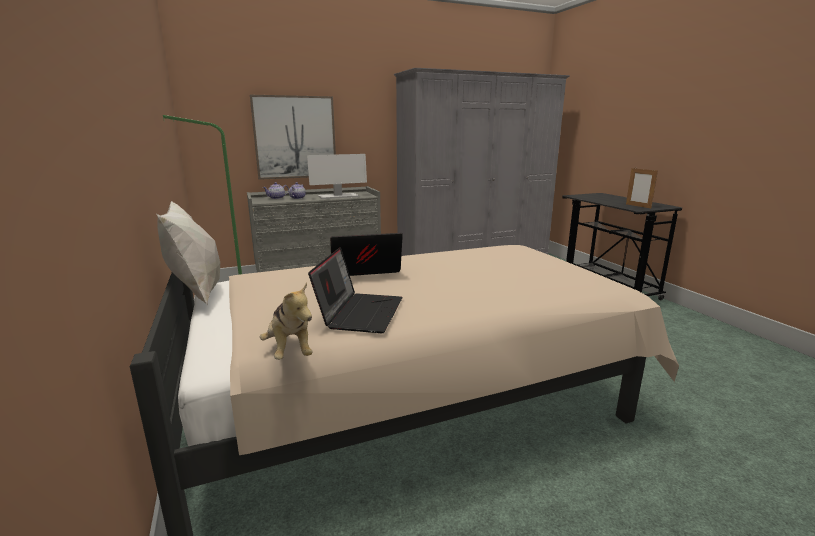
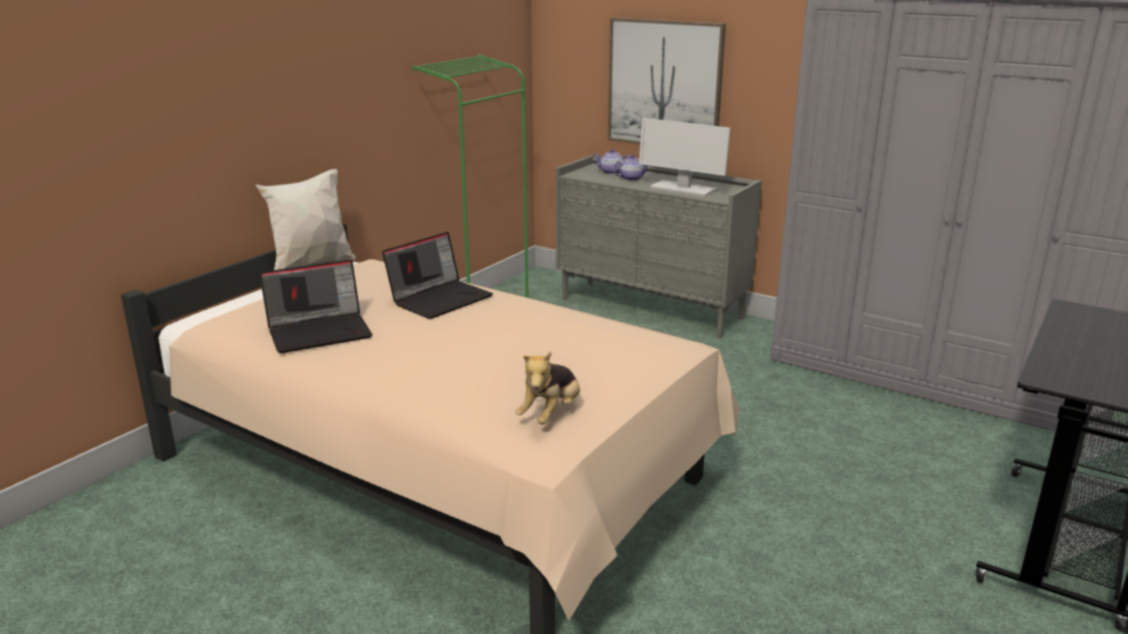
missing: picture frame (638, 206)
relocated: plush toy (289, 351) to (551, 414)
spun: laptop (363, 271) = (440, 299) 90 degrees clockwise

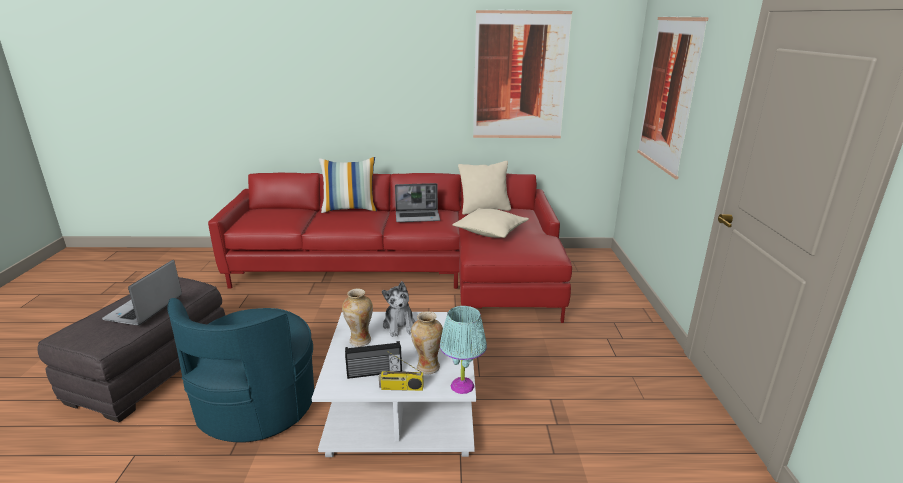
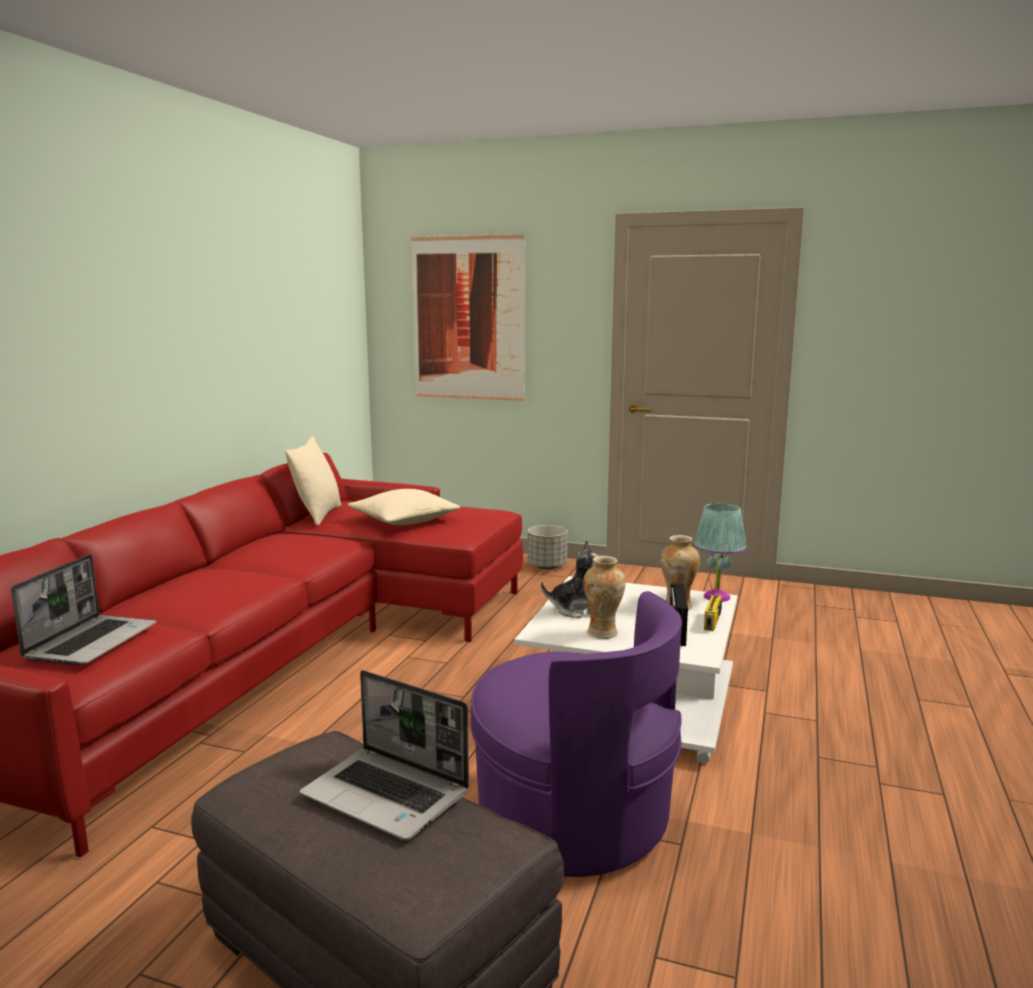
missing: pillow (350, 209); picture (520, 76)
appeared: grey planter (547, 566)
relocated: laptop (418, 217) to (92, 641)
colour: turquoise armchair (257, 405) to purple armchair (572, 817)

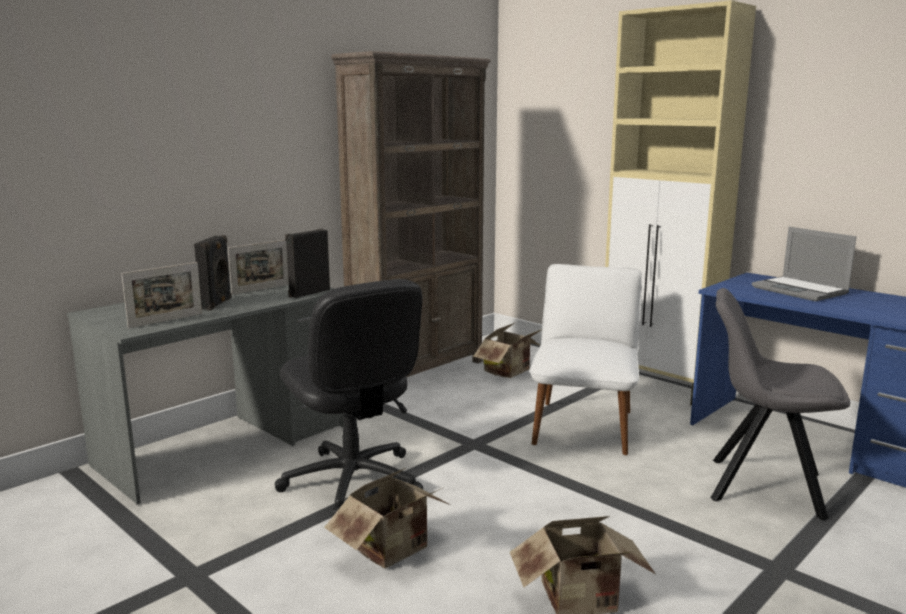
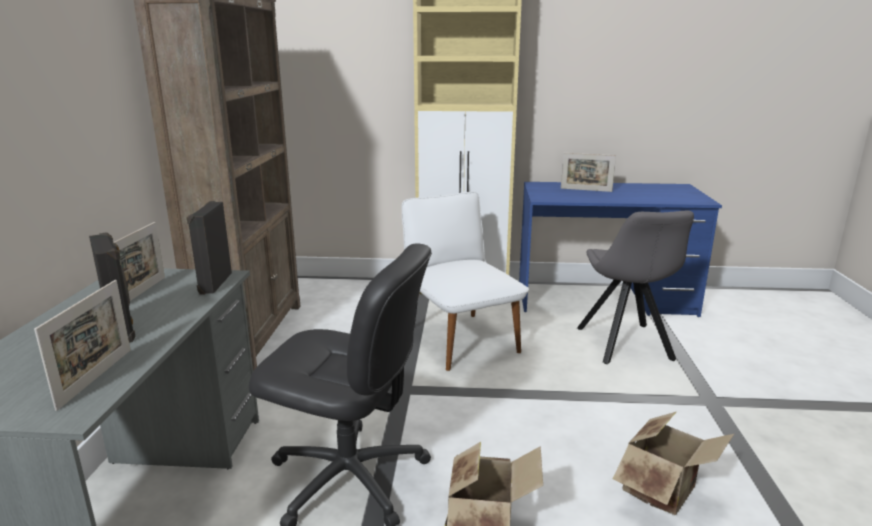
missing: cardboard box (510, 372)
exchanged: laptop (801, 291) to picture frame (586, 190)
spun: grey chair (764, 487) = (625, 344) 75 degrees counterclockwise

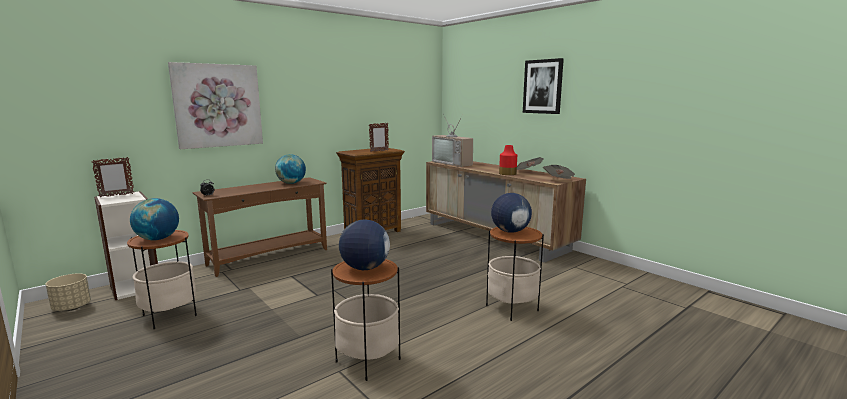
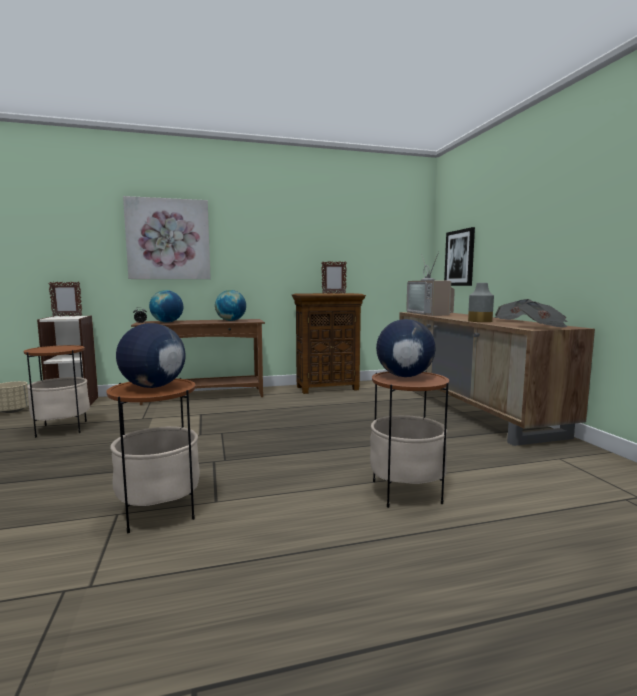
relocated: globe (158, 239) to (167, 322); picture (543, 86) to (460, 258)
colour: red vase (507, 173) to grey vase (479, 321)

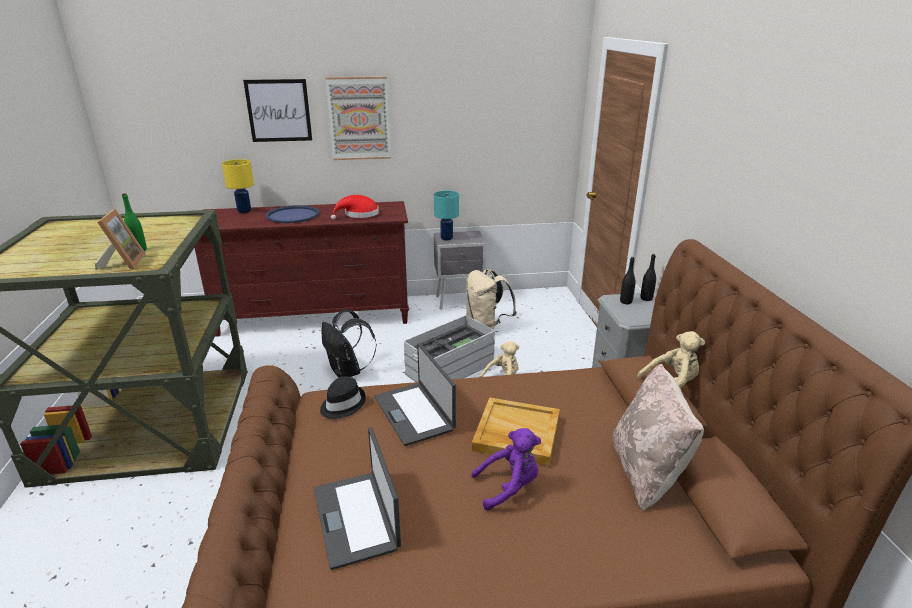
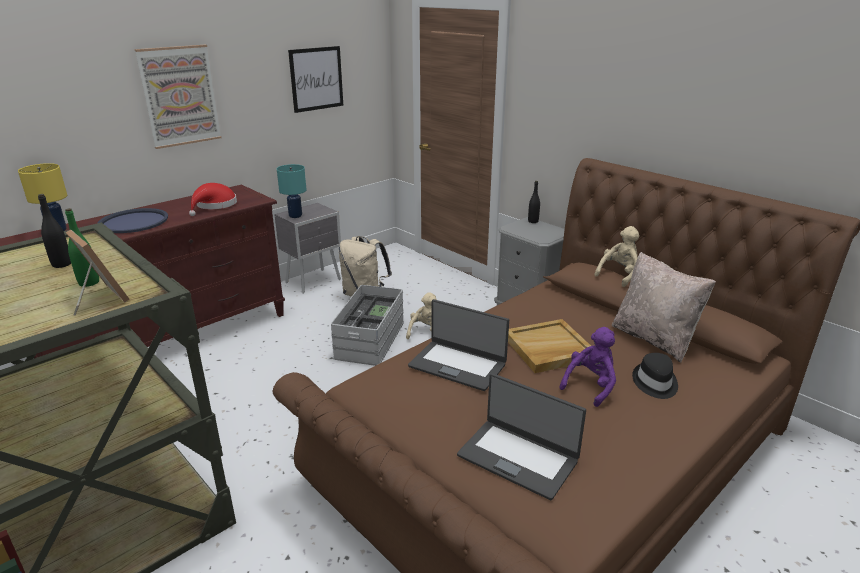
missing: black backpack (348, 372)
relocated: picture (279, 110) to (316, 79); black hat (342, 404) to (654, 383); black bottle (626, 302) to (62, 264)

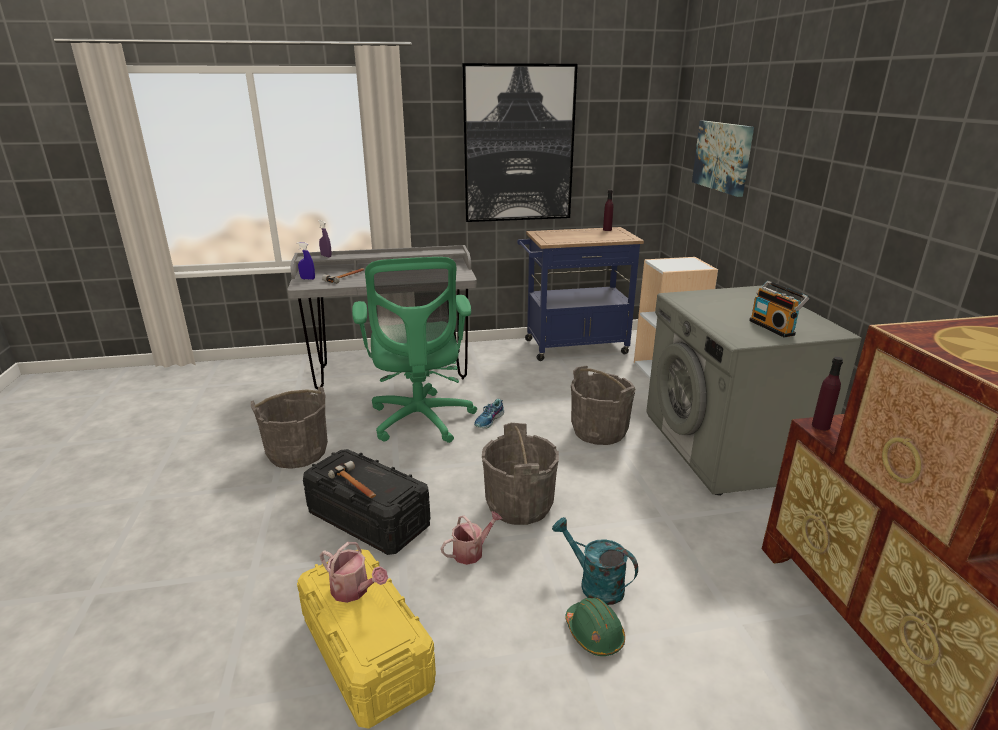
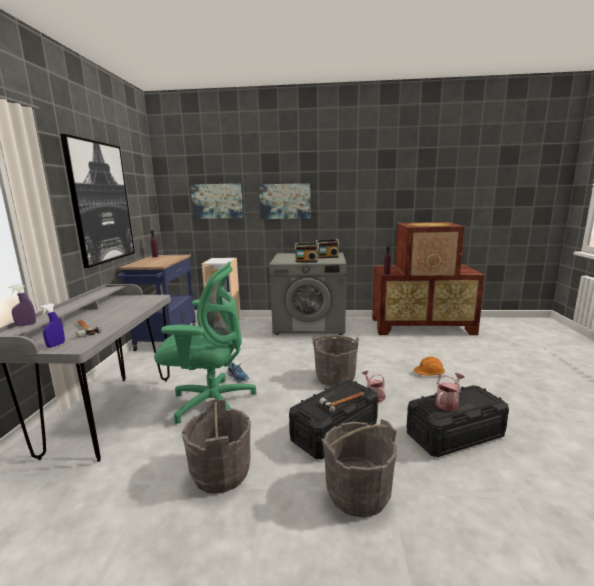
missing: turquoise watering can (594, 584)
appeared: picture (285, 201); radio (306, 261)
relocated: grey bucket (599, 431) to (358, 492)
colour: yellow storage box (366, 653) to black storage box (455, 435); green hard hat (594, 634) to orange hard hat (429, 373)

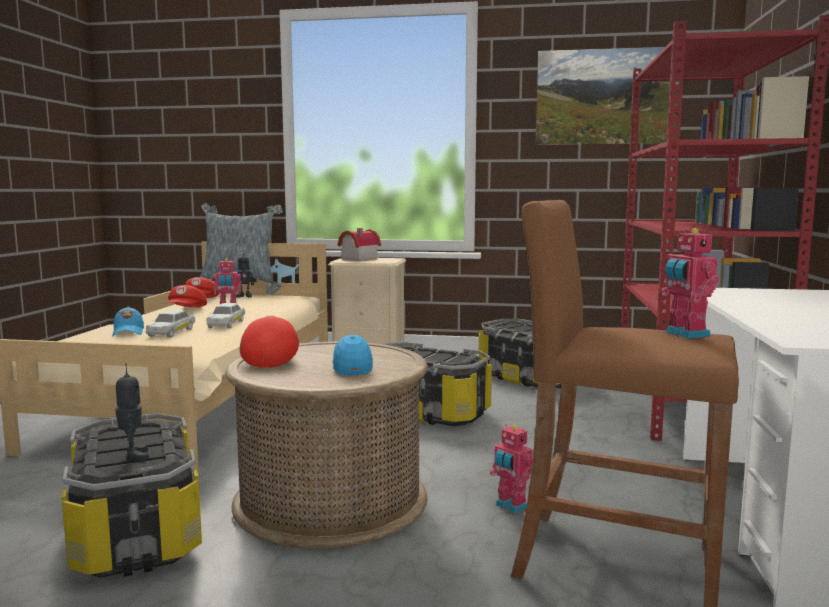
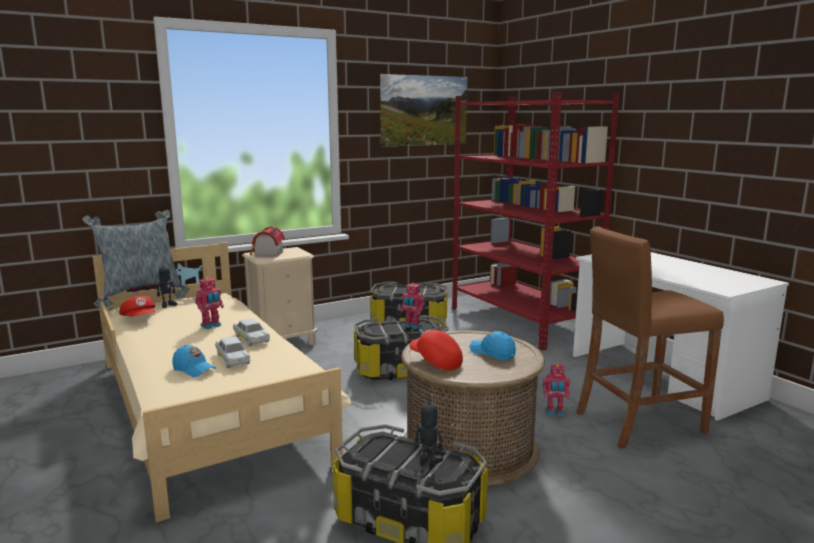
missing: red cap (187, 310)
relocated: toy robot (685, 334) to (412, 326)

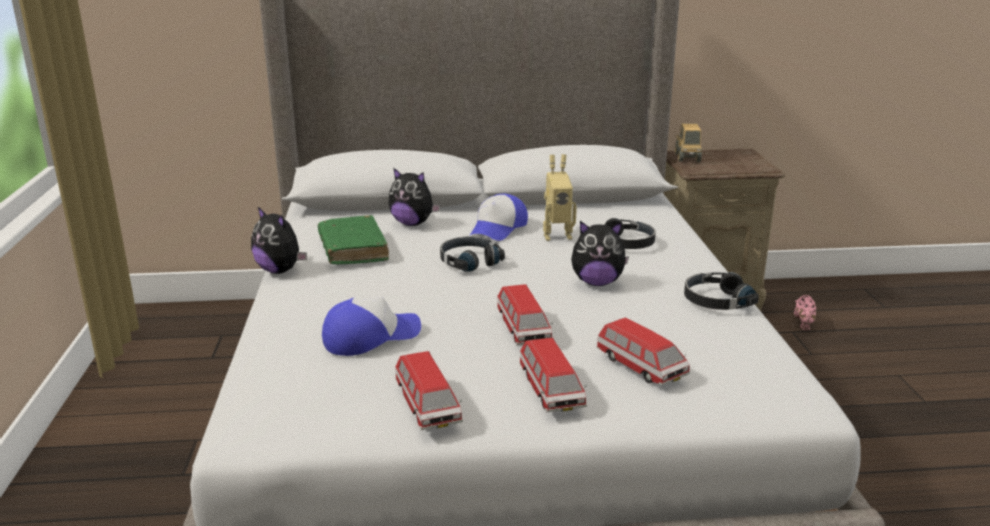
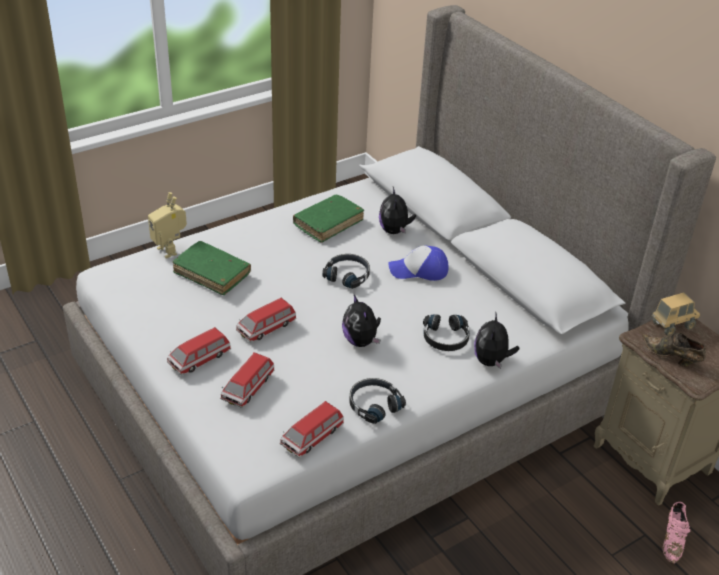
appeared: brown shoe (672, 358)
relocated: plush toy (280, 270) to (491, 361); toy car (427, 407) to (312, 437); toy robot (556, 235) to (170, 250)
exchanged: cap (370, 337) to green book (212, 273)
spun: pink shoe (803, 322) = (673, 540) 120 degrees clockwise

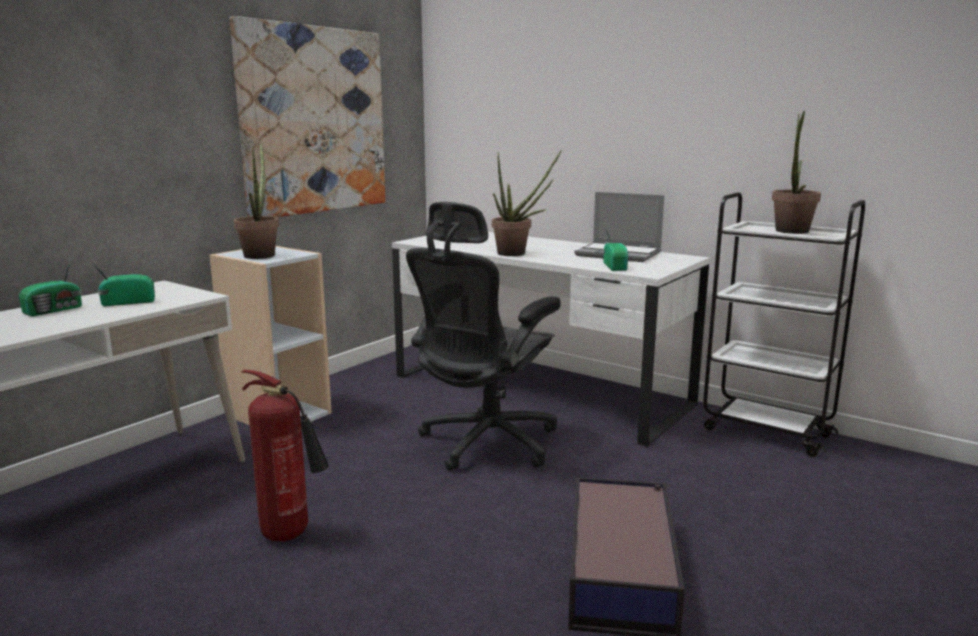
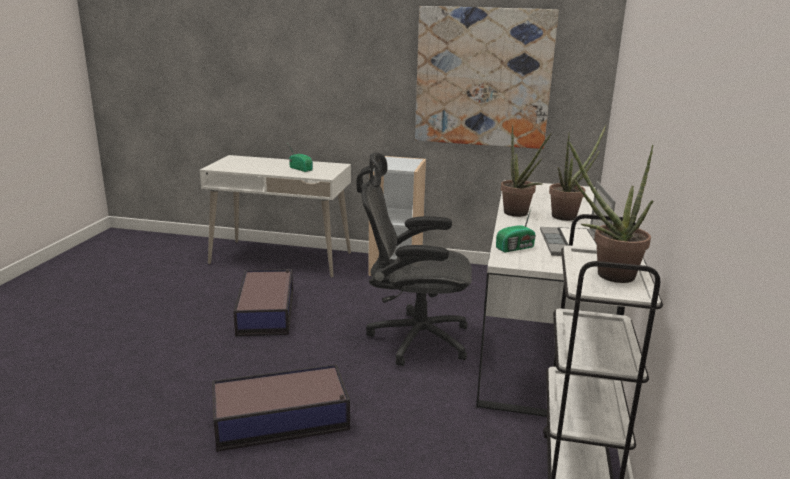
missing: radio (55, 310)
relocated: potted plant (261, 254) to (568, 216)
exchanged: fire extinguisher (291, 535) to storage box (267, 311)

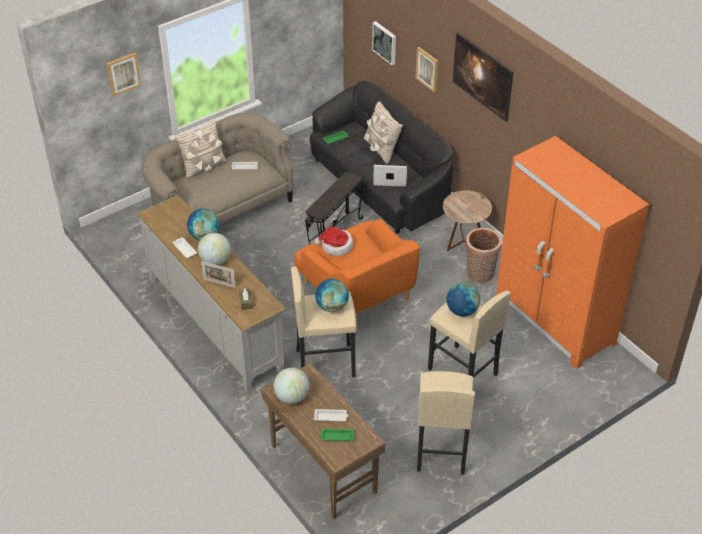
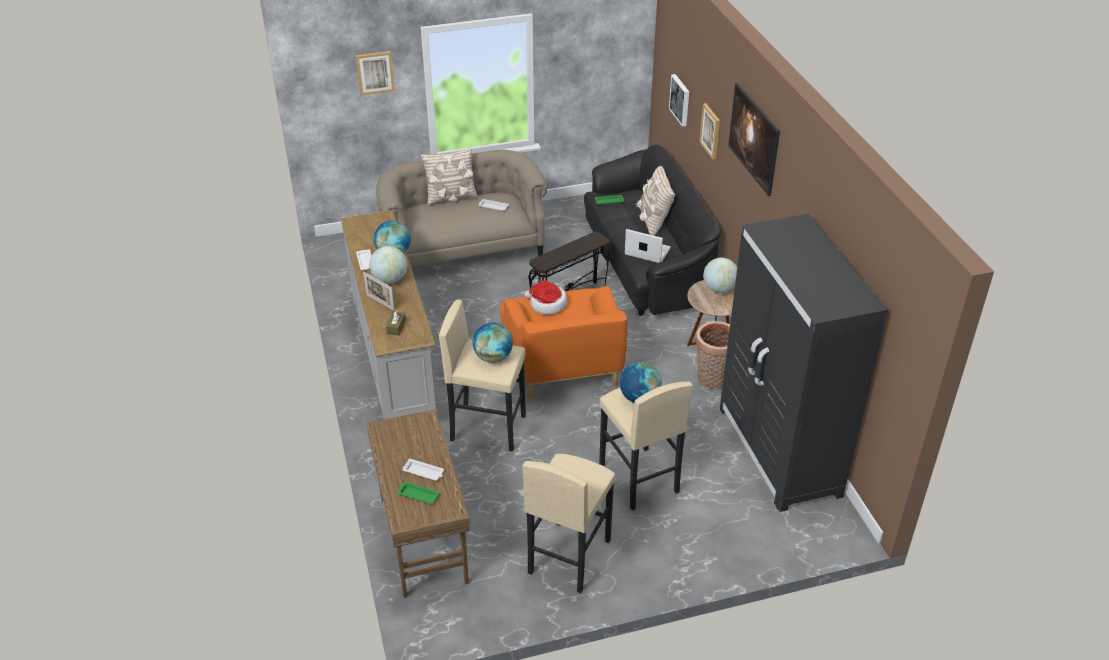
relocated: globe (292, 397) to (719, 289)
colour: orange cabinet (554, 321) to black cabinet (777, 451)

